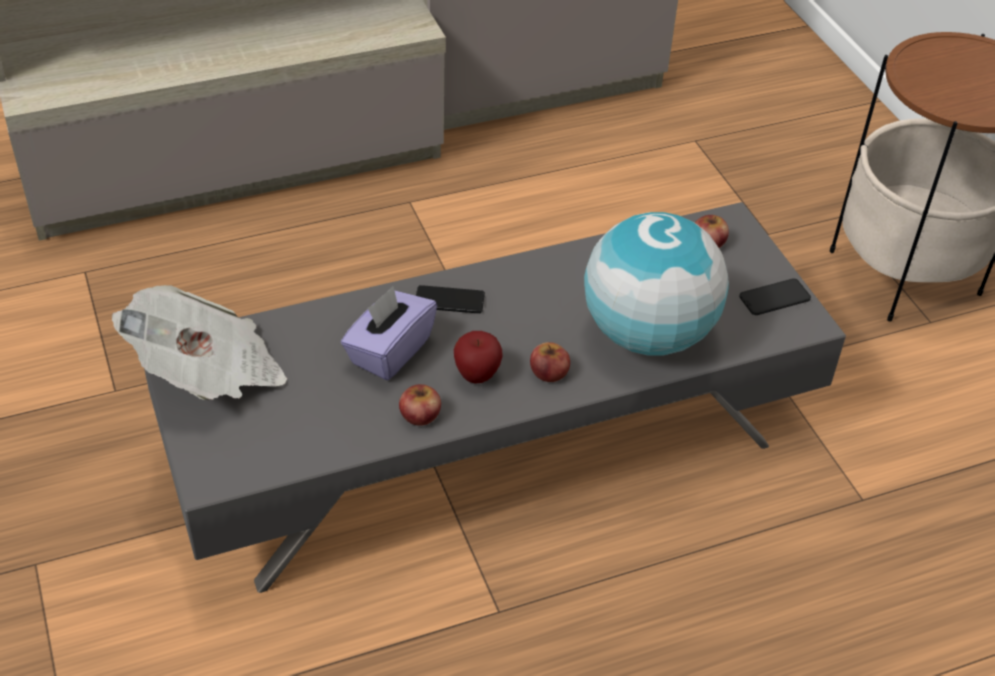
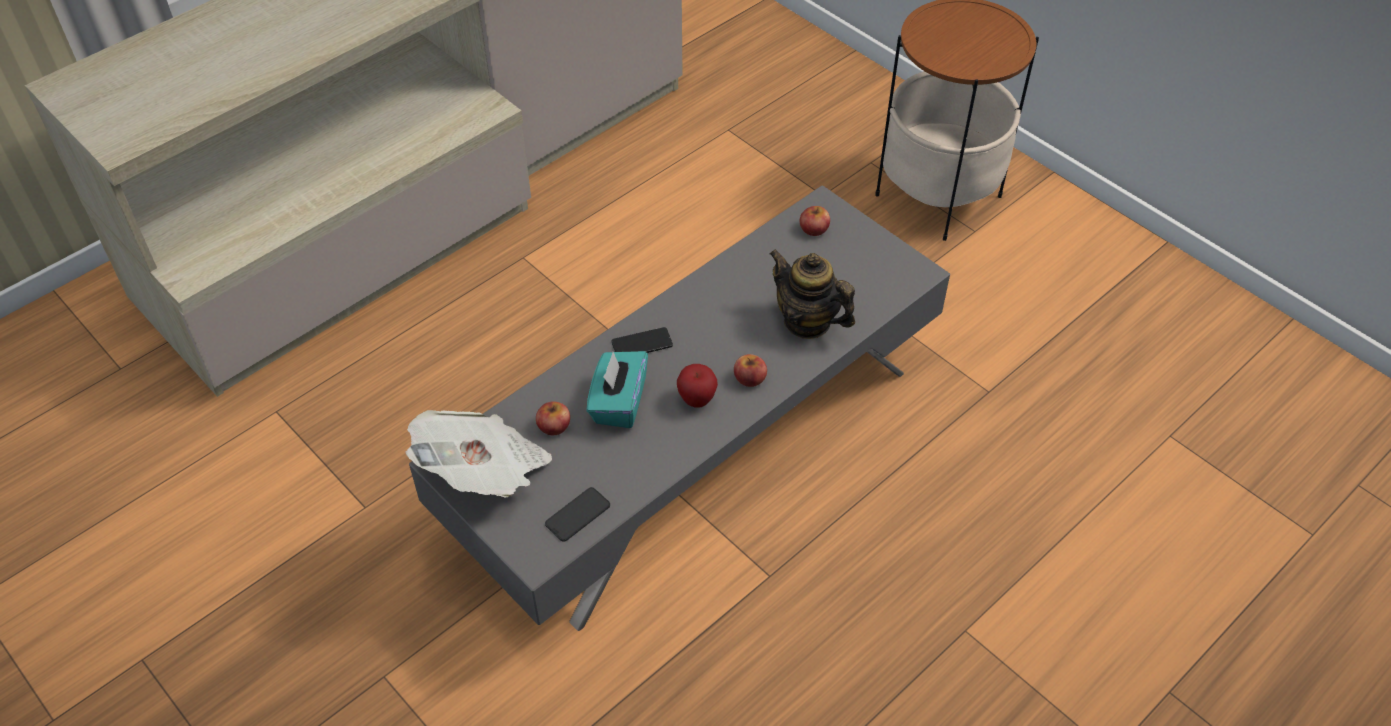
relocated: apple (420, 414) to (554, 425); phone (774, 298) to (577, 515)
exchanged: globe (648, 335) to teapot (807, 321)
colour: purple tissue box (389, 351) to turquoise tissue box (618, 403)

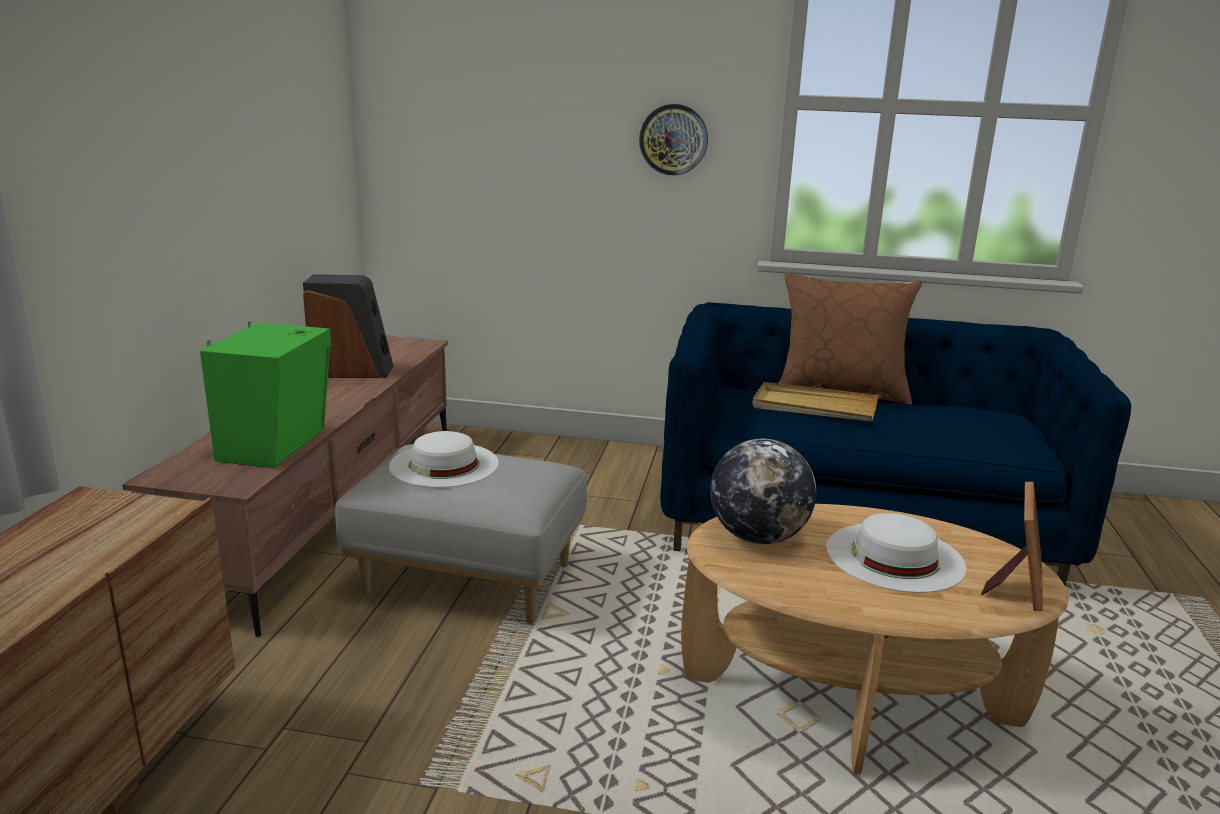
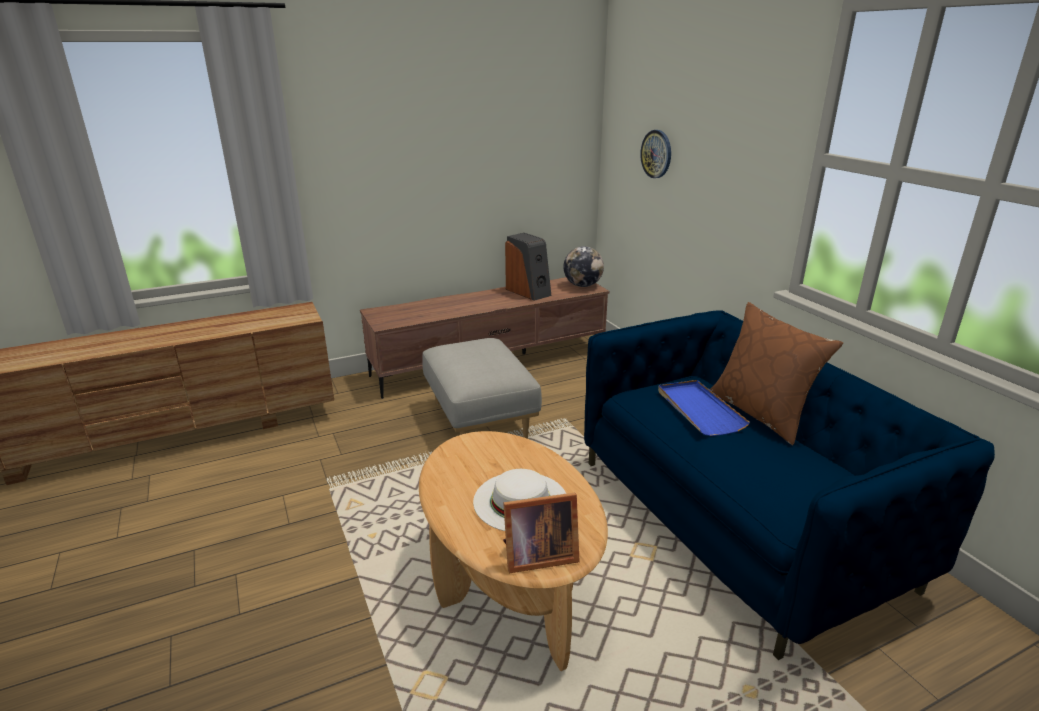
missing: green speaker (278, 444); white hat (444, 464)
relocated: wall clock (673, 139) to (656, 154); globe (757, 537) to (582, 285)
colour: beige tray (814, 407) to blue tray (699, 410)

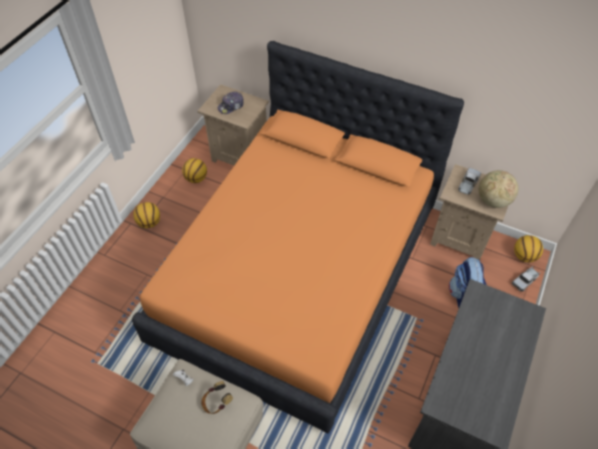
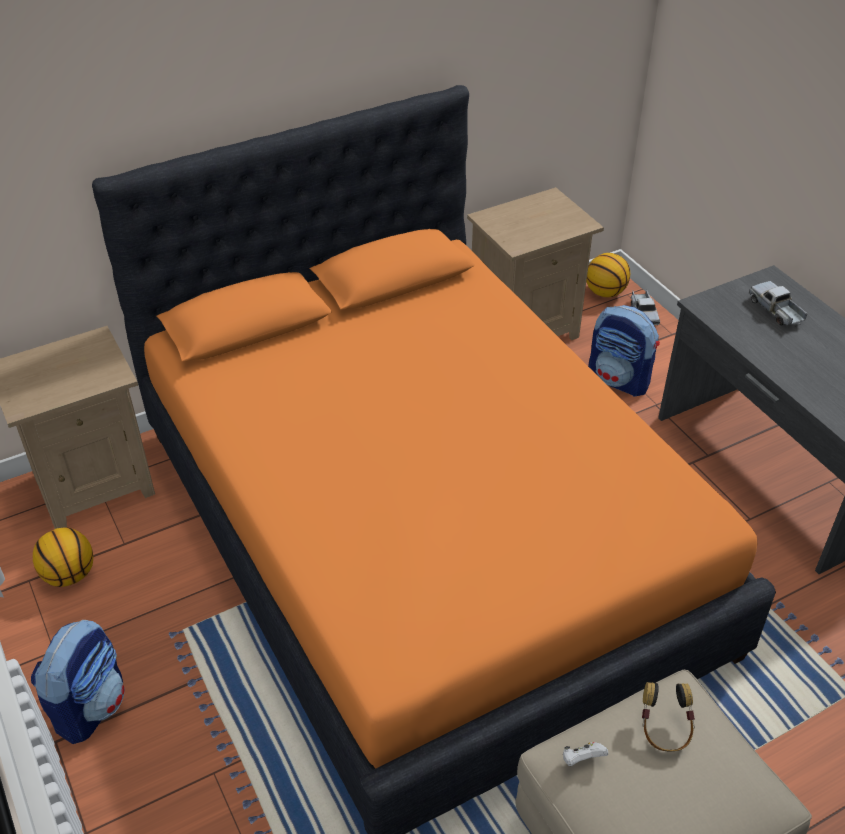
missing: cap (231, 106); globe (493, 200)
relocated: toy truck (468, 184) to (776, 310)
exchanged: basketball (149, 222) to backpack (90, 706)

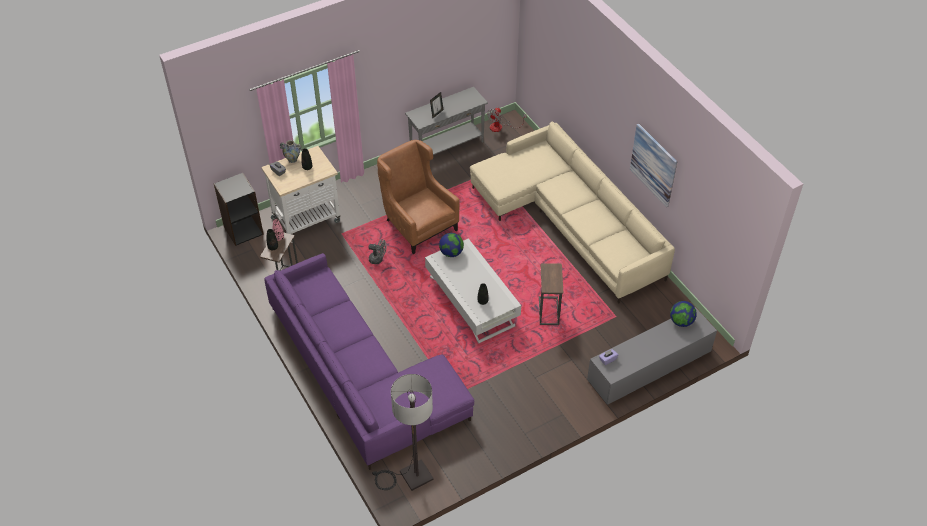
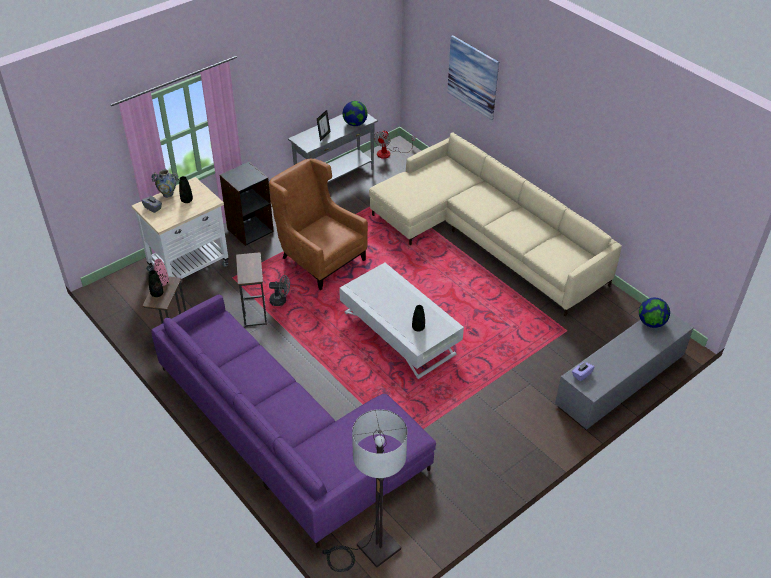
relocated: black bookcase (243, 230) to (250, 230); globe (451, 253) to (355, 124); brown side table (549, 311) to (255, 311); picture (653, 164) to (473, 77)

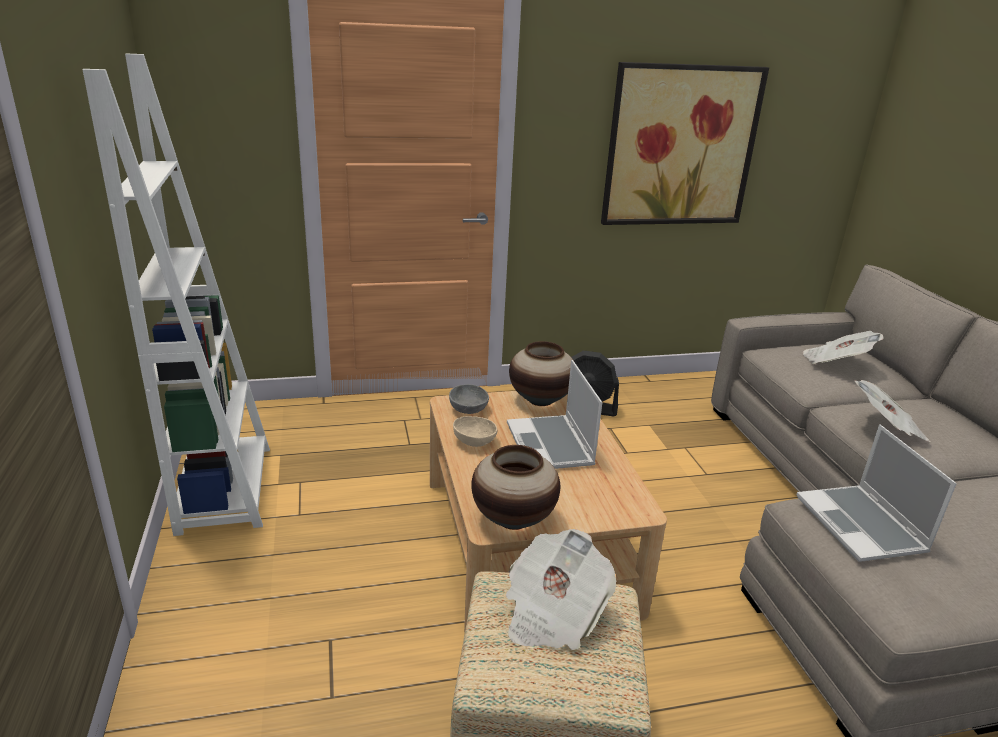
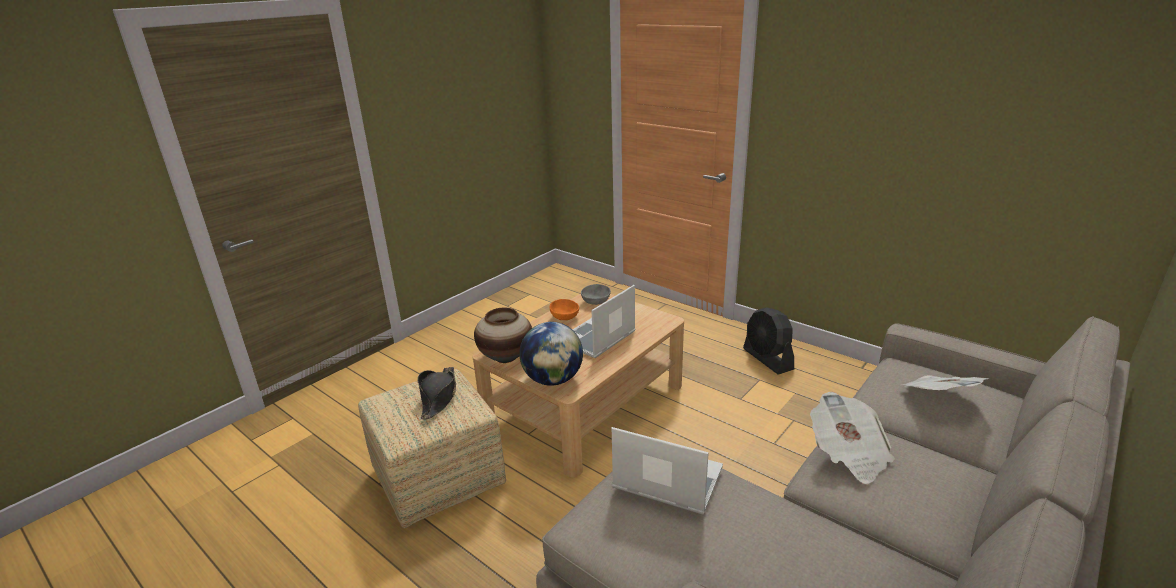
missing: white bookcase (224, 489); vase (540, 400); picture (680, 146)
appeared: globe (553, 379)
exchanged: newspaper (553, 613) to black hat (439, 397)
colour: beige bowl (474, 441) to orange bowl (565, 317)
spun: laptop (862, 525) = (666, 479) 75 degrees clockwise

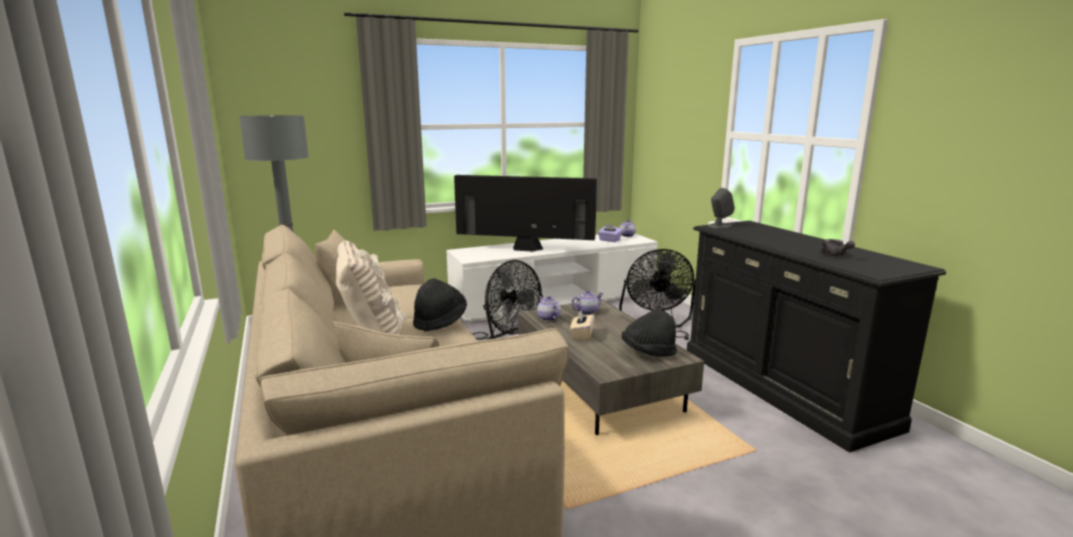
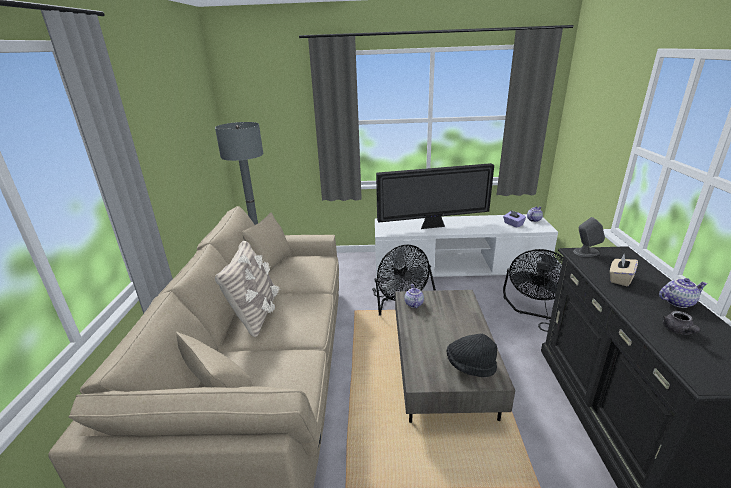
missing: black hat (440, 321)
relocated: beige tissue box (582, 335) to (620, 279); teapot (586, 311) to (677, 302)
spun: television (525, 249) = (433, 226) 135 degrees clockwise

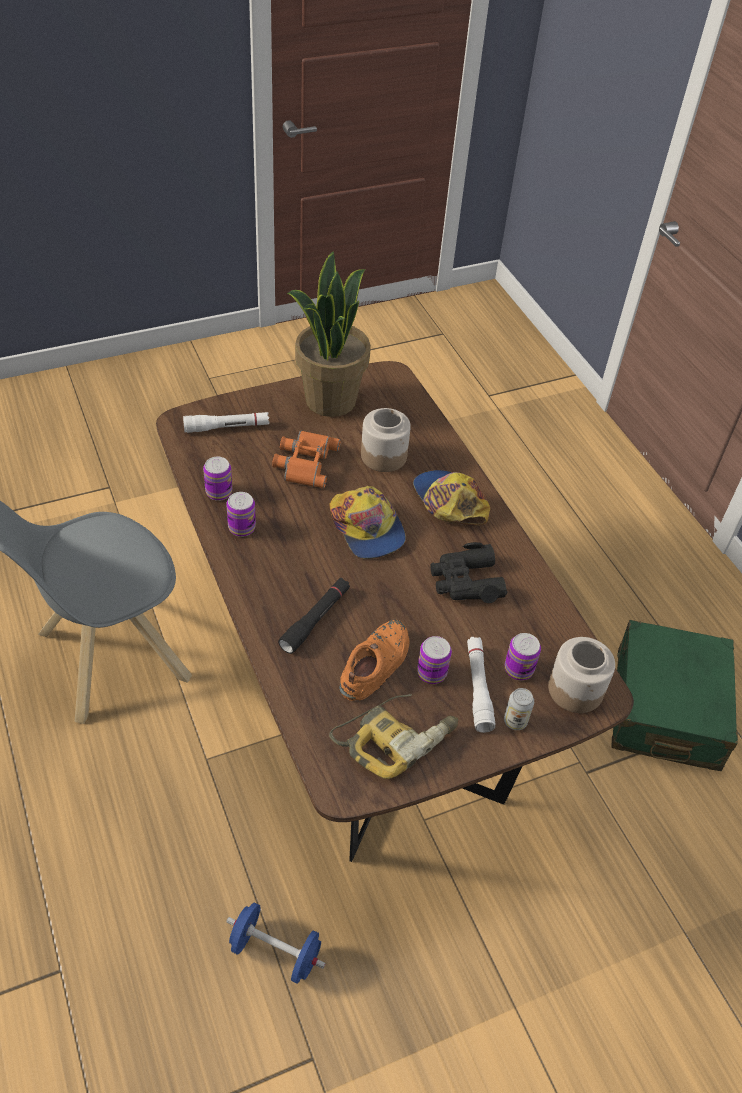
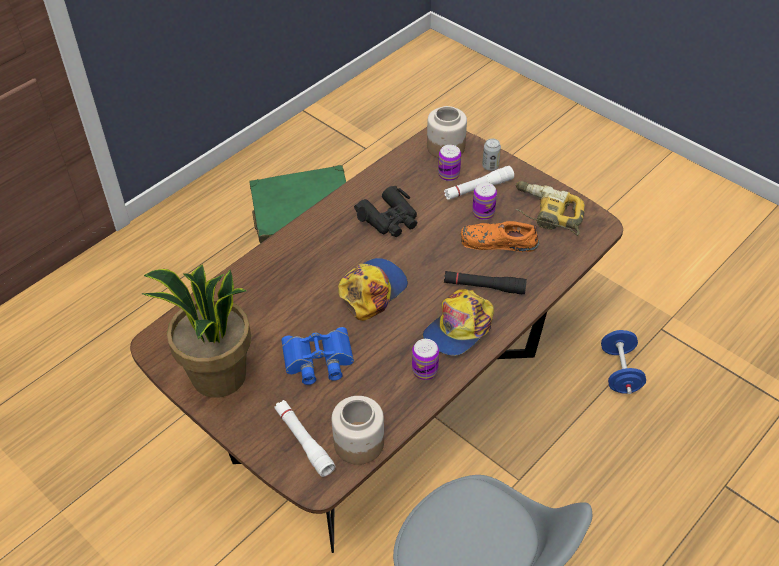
missing: can (219, 492)
relocated: jar (384, 455) to (358, 443); cap (449, 502) to (459, 328)
colour: orange binoculars (304, 462) to blue binoculars (318, 361)

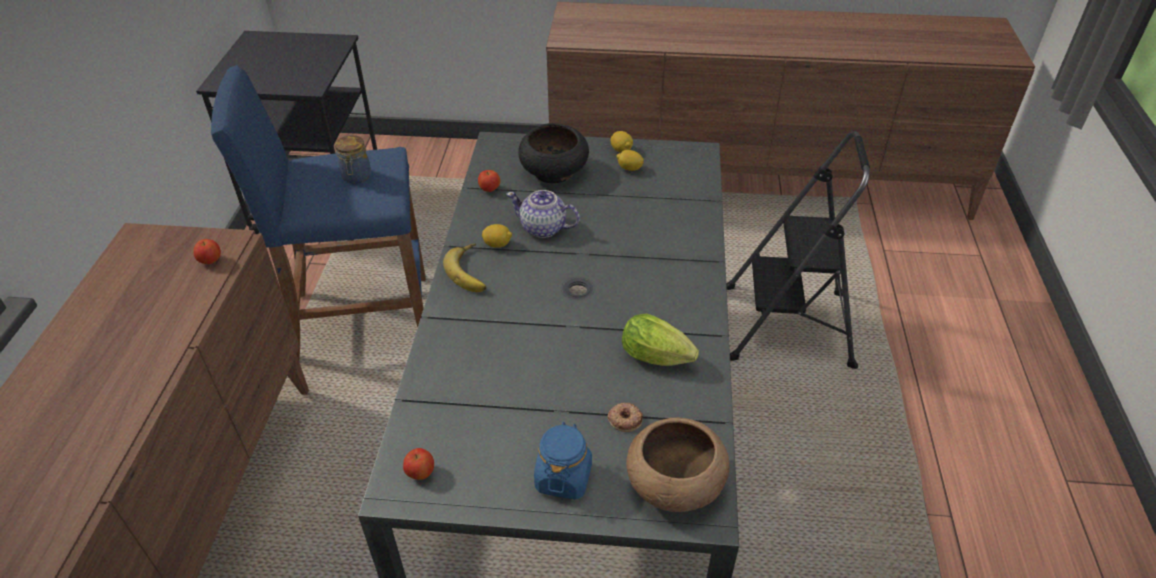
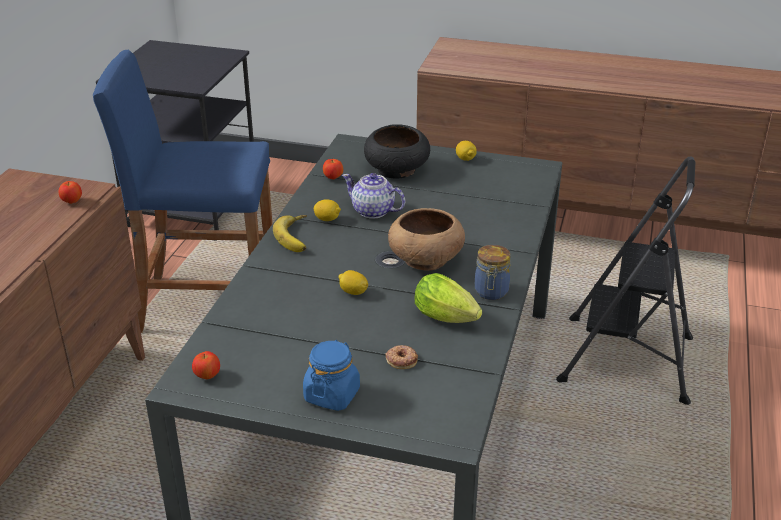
relocated: jar (356, 177) to (491, 292); lemon (629, 168) to (353, 292); brown bowl (673, 484) to (425, 259)

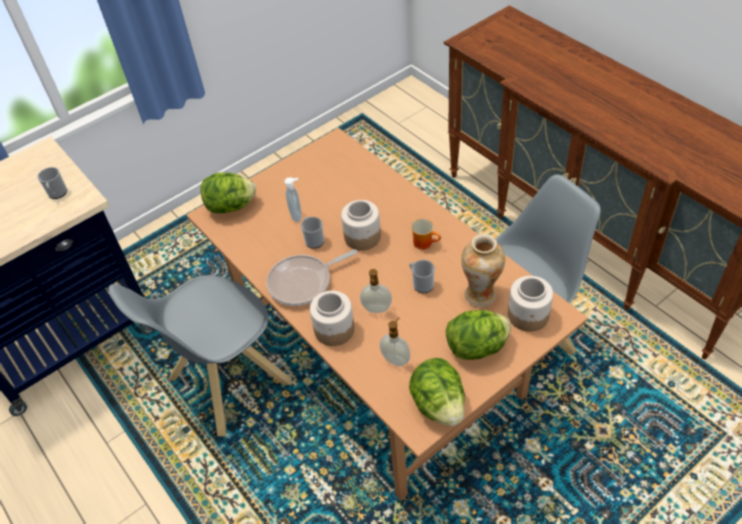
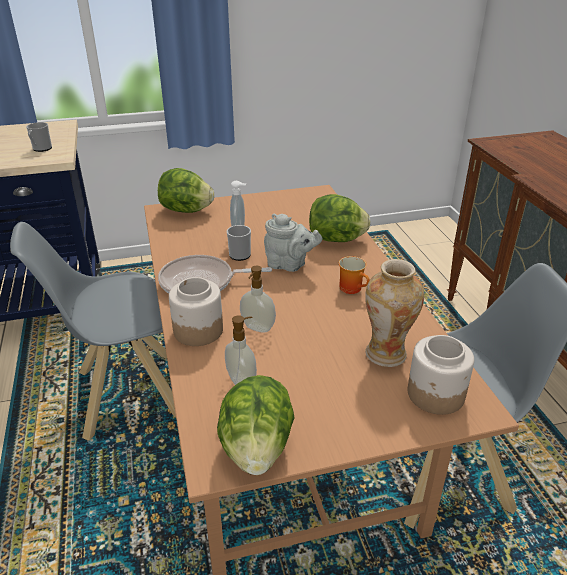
missing: mug (421, 284)
relocated: lettuce (477, 347) to (337, 239)
exchanged: jar (362, 237) to grey teapot (289, 265)

